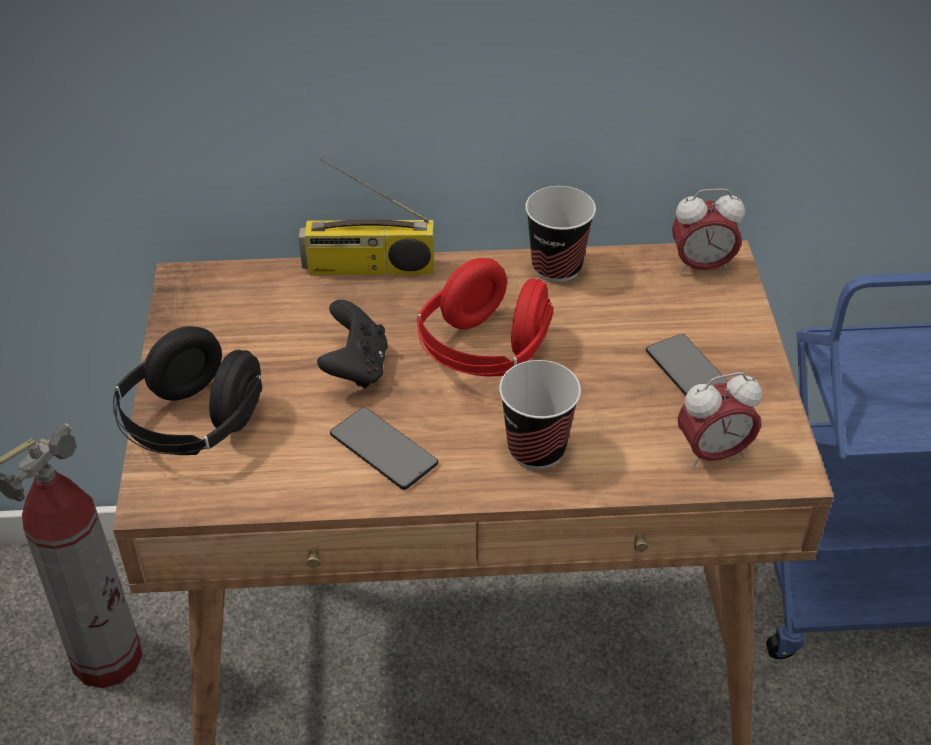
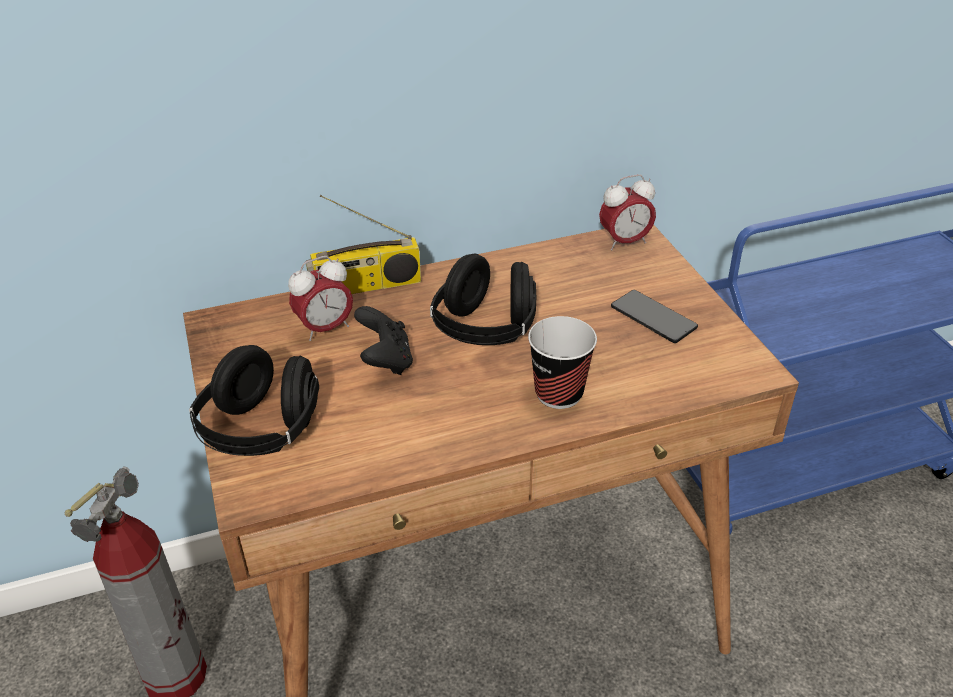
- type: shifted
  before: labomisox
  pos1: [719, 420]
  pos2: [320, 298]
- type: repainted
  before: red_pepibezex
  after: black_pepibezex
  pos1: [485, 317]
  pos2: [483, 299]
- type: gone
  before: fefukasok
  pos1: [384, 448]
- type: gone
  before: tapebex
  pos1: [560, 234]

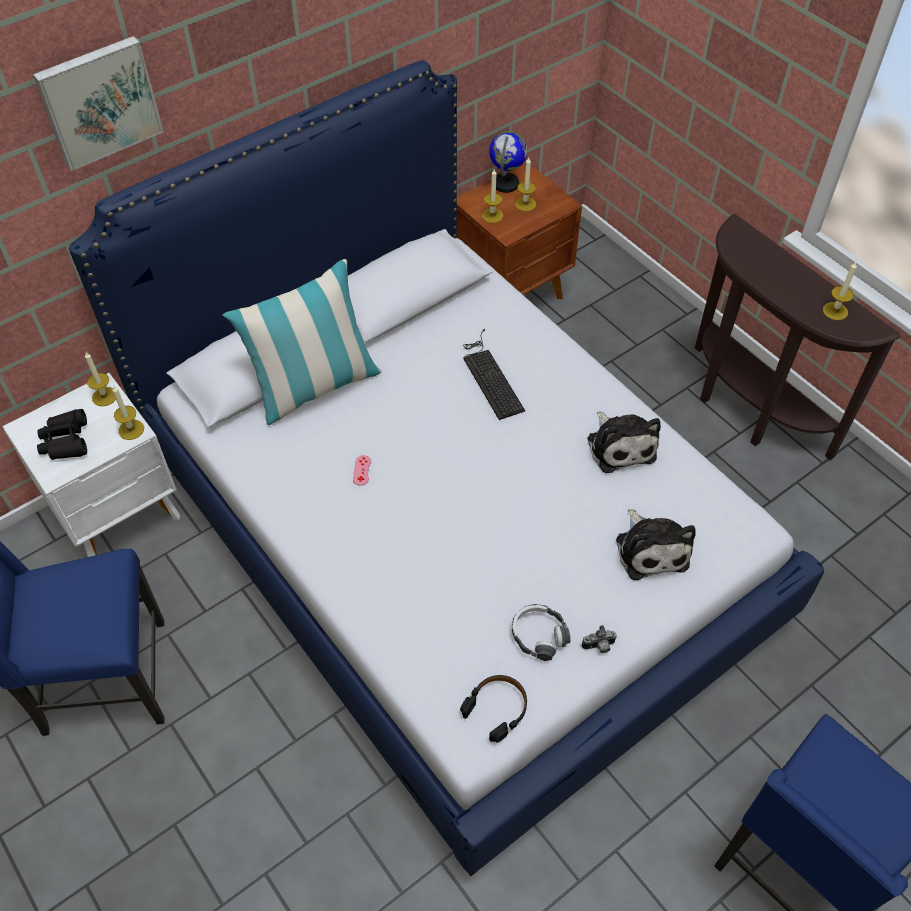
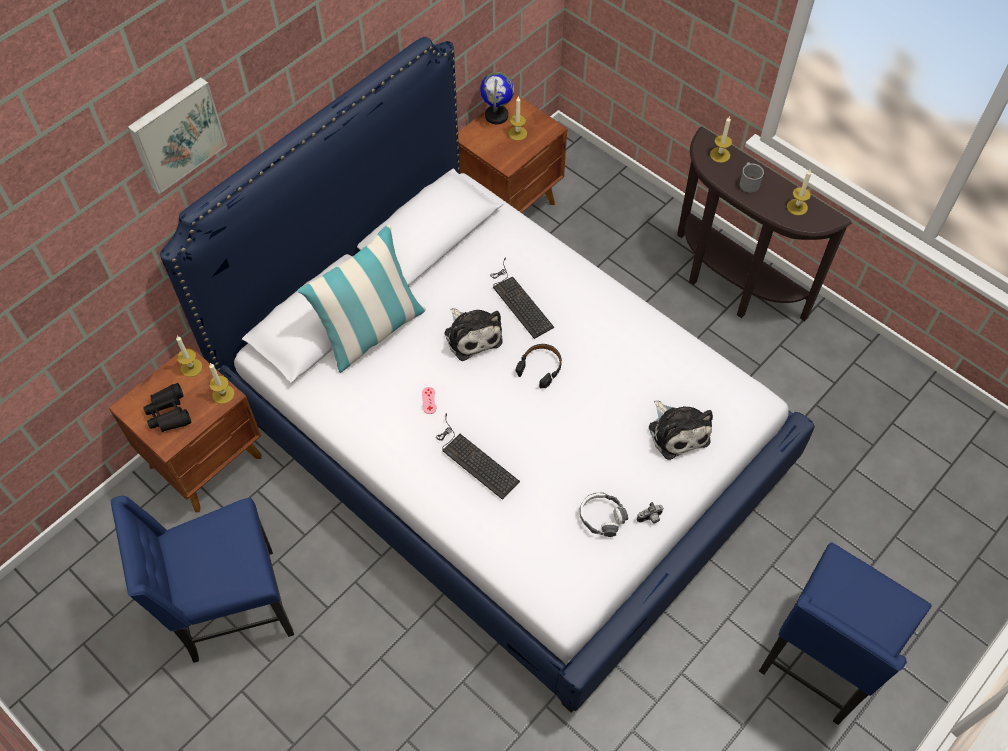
- type: repainted
  before: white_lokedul
  after: brown_lokedul
  pos1: [91, 465]
  pos2: [185, 428]
- type: new
  after: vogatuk
  pos2: [478, 456]
- type: shifted
  before: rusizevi
  pos1: [624, 442]
  pos2: [473, 334]
- type: shifted
  before: black_pepibezex
  pos1: [493, 709]
  pos2: [539, 366]
- type: shifted
  before: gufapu
  pos1: [492, 196]
  pos2: [721, 140]
- type: new
  after: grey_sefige
  pos2: [752, 177]

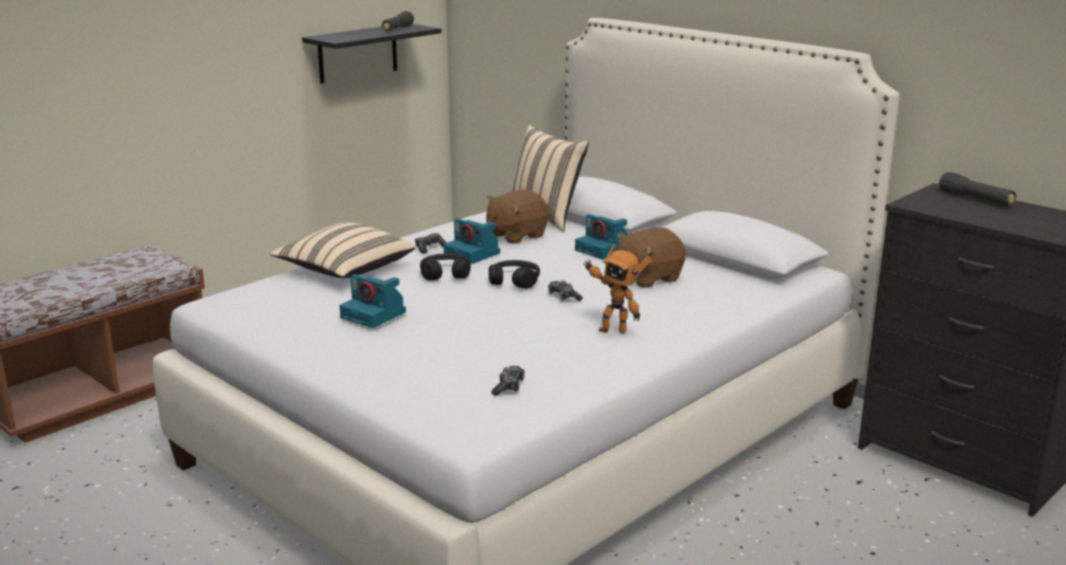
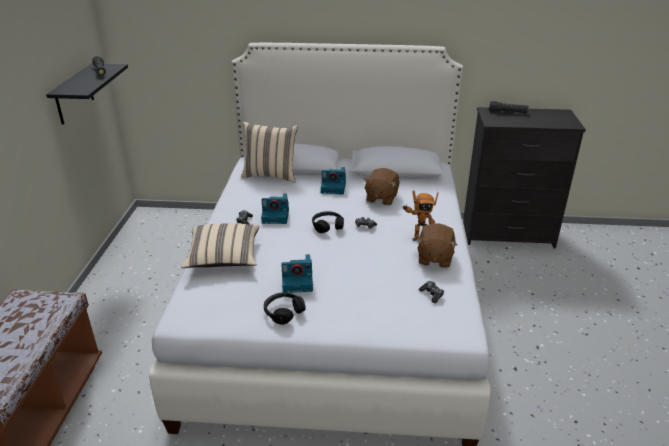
- type: shifted
  before: black_pepibezex
  pos1: [445, 267]
  pos2: [285, 308]
- type: shifted
  before: brown_rusizevi
  pos1: [517, 216]
  pos2: [436, 245]

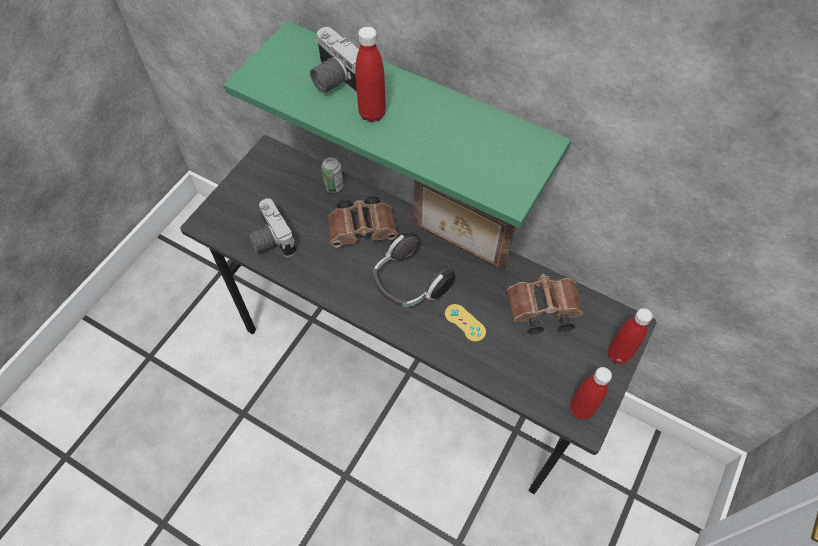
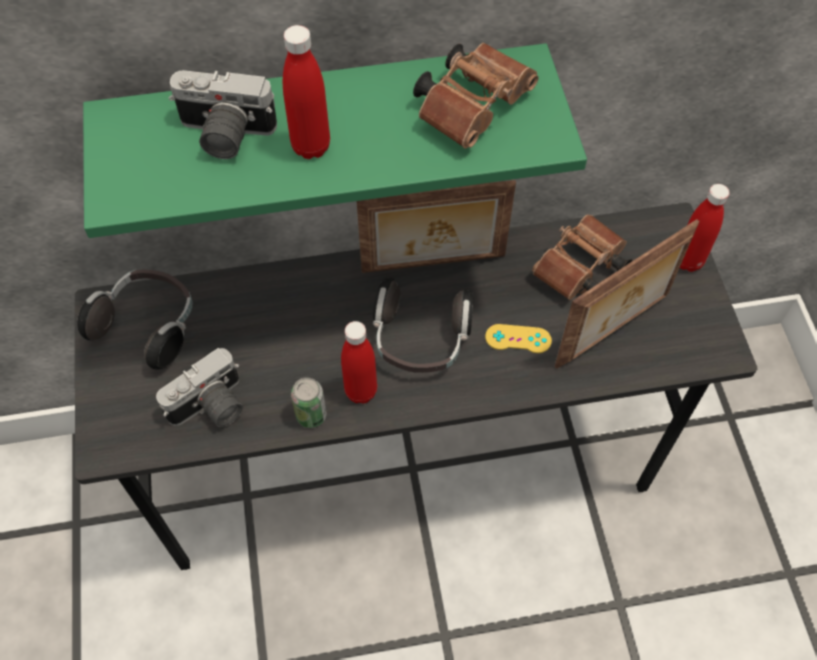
- type: new
  after: pepibezex
  pos2: [135, 320]
- type: rotated
  before: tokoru
  pos1: [272, 227]
  pos2: [199, 387]
  turn: -60
- type: shifted
  before: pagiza
  pos1: [332, 175]
  pos2: [309, 402]
- type: shifted
  before: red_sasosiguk
  pos1: [591, 393]
  pos2: [359, 362]
- type: shifted
  before: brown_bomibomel
  pos1: [363, 222]
  pos2: [475, 96]
- type: new
  after: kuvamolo
  pos2: [627, 294]

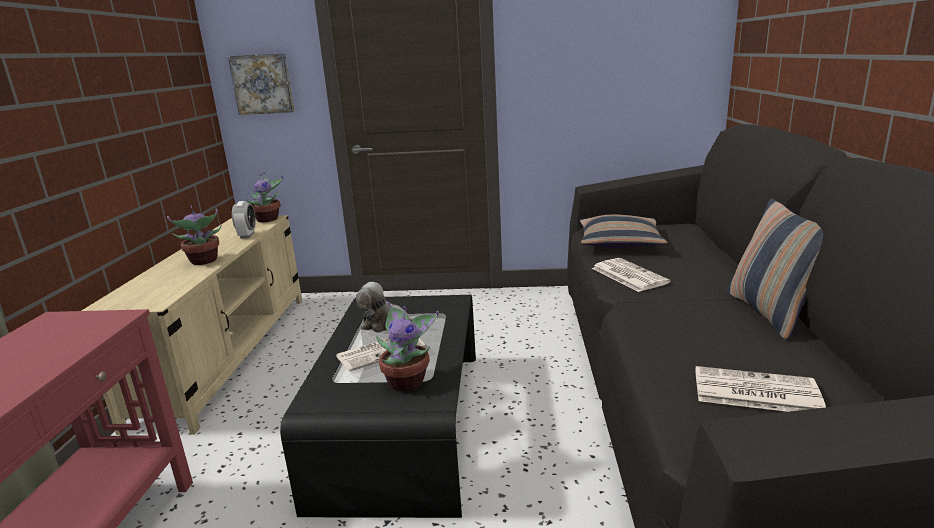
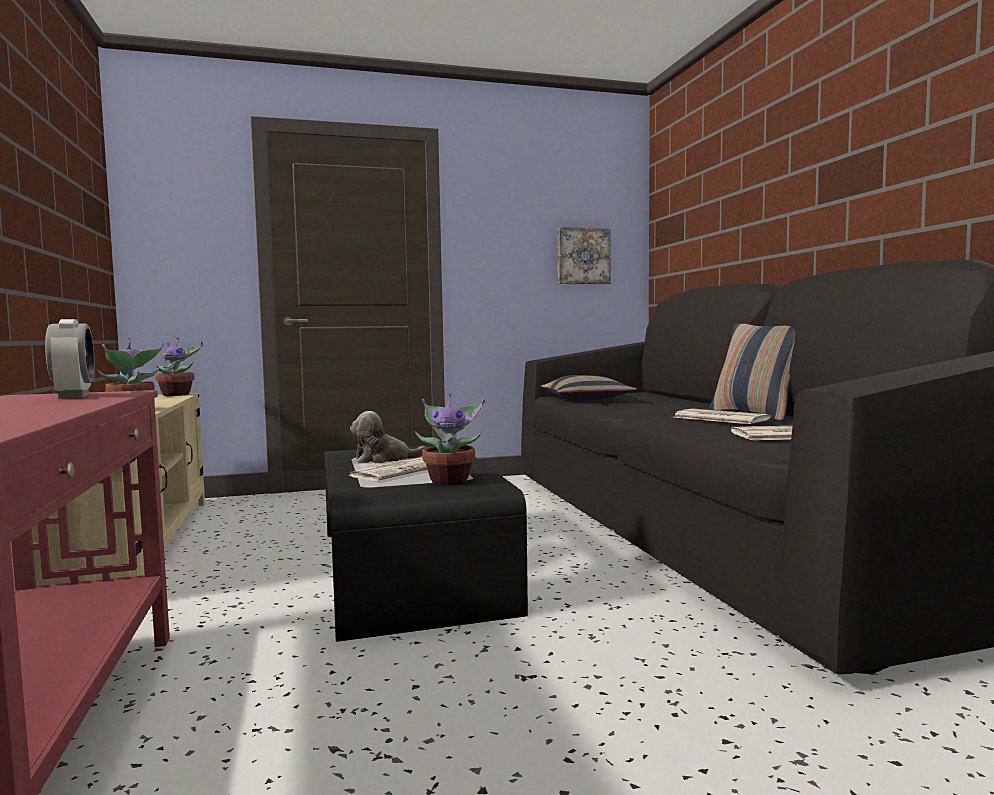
- type: shifted
  before: labomisox
  pos1: [244, 220]
  pos2: [69, 358]
- type: shifted
  before: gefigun
  pos1: [261, 84]
  pos2: [584, 255]
- type: shifted
  before: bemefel
  pos1: [631, 275]
  pos2: [721, 416]

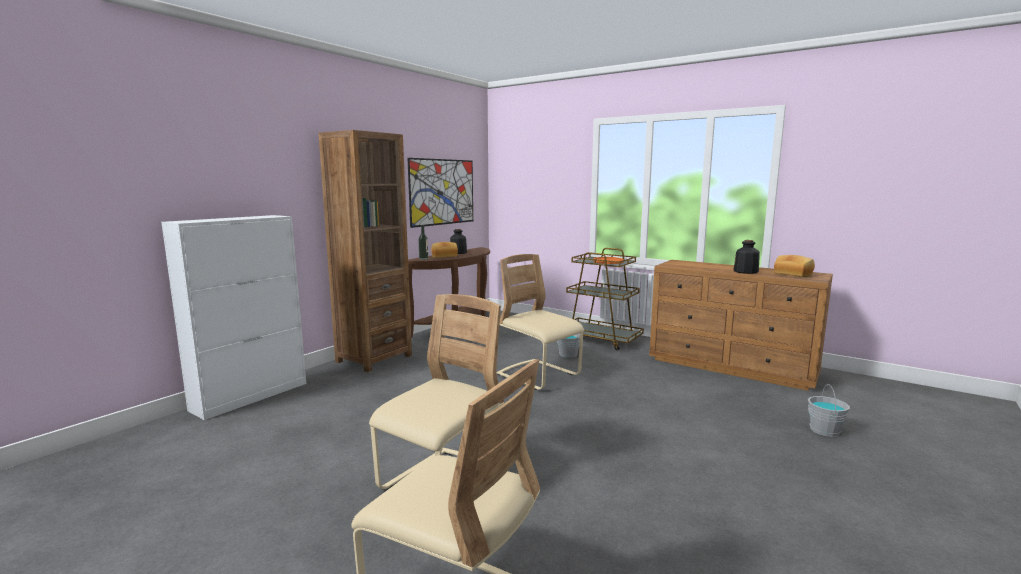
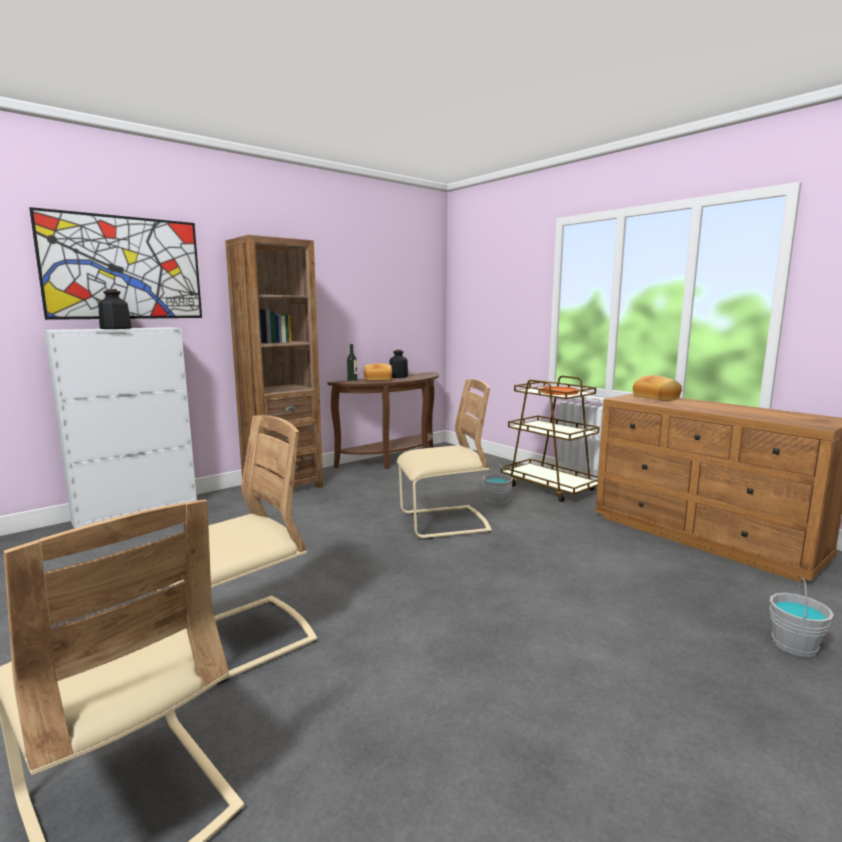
- type: shifted
  before: gefigun
  pos1: [440, 193]
  pos2: [115, 263]
- type: shifted
  before: sasosiguk
  pos1: [746, 257]
  pos2: [115, 309]
- type: rotated
  before: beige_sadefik
  pos1: [540, 322]
  pos2: [444, 459]
  turn: 105
- type: shifted
  before: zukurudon
  pos1: [794, 266]
  pos2: [657, 388]

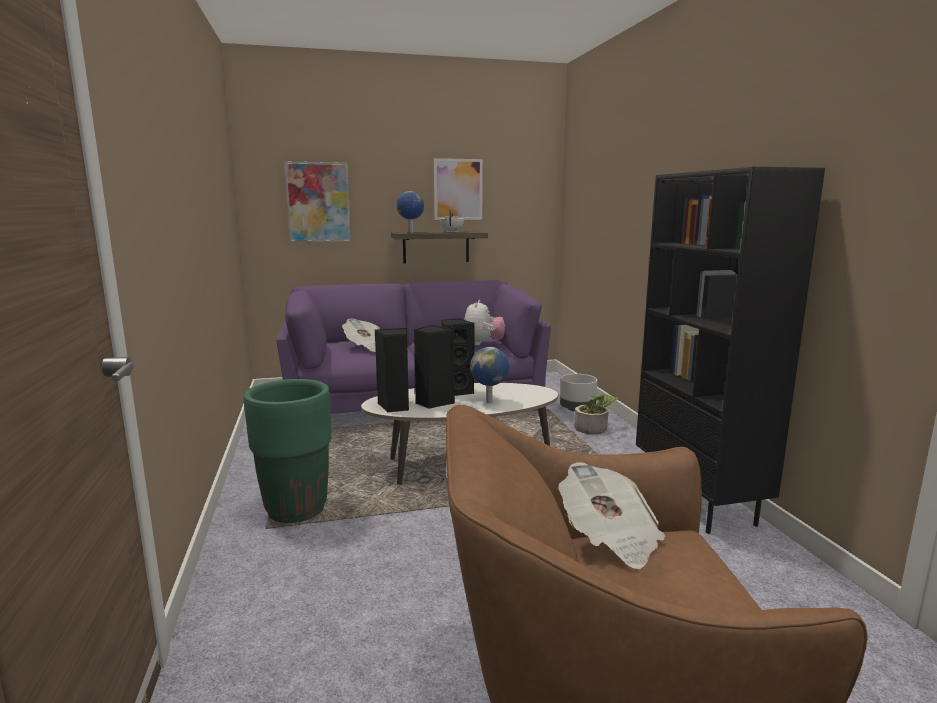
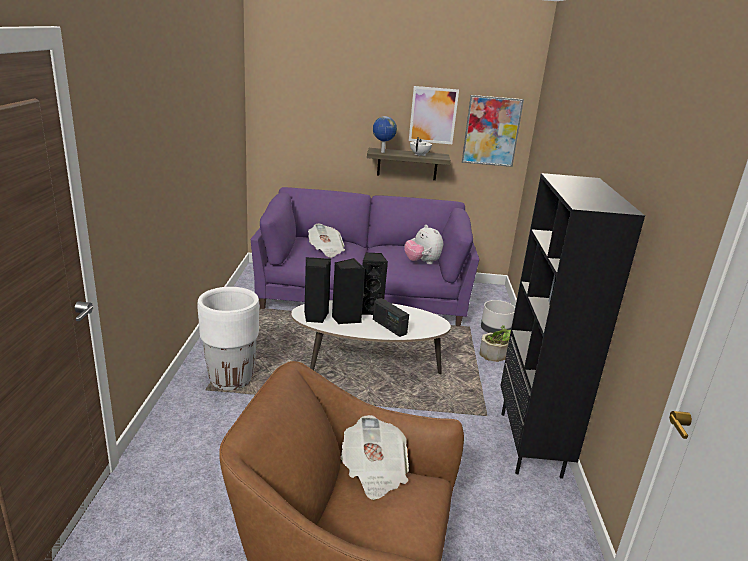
- type: repainted
  before: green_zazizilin
  after: white_zazizilin
  pos1: [288, 451]
  pos2: [228, 338]
- type: swapped
  before: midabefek
  after: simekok
  pos1: [489, 375]
  pos2: [391, 317]
- type: rotated
  before: rusizevi
  pos1: [484, 323]
  pos2: [423, 244]
  turn: 120
- type: shifted
  before: gefigun
  pos1: [317, 202]
  pos2: [493, 131]

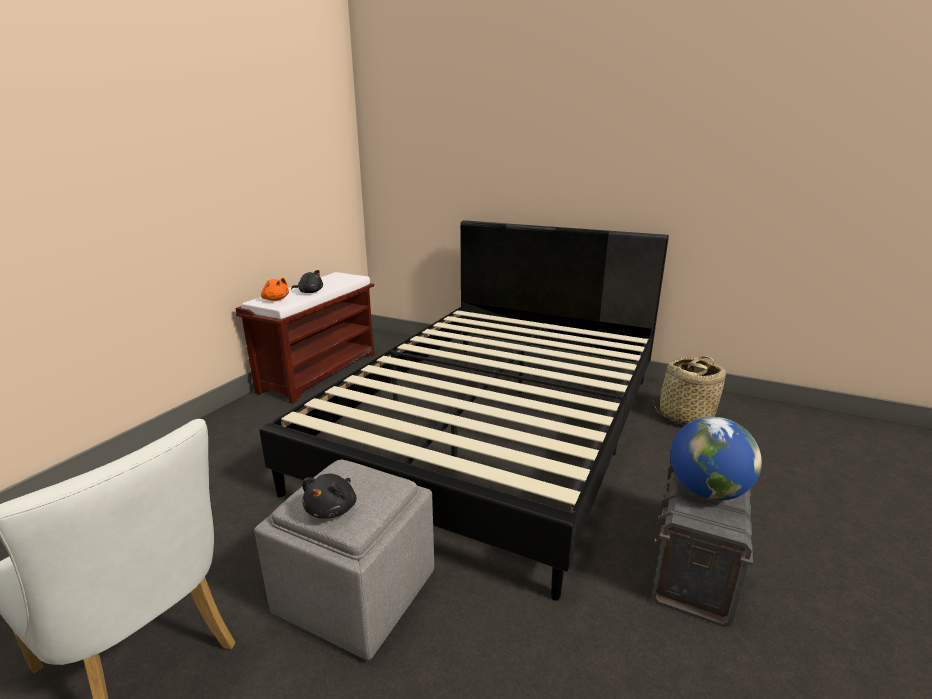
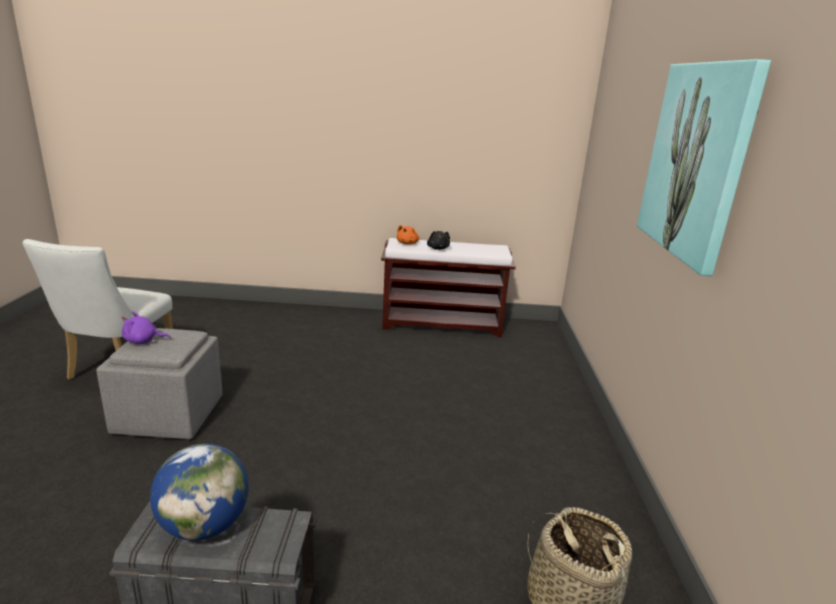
- type: repainted
  before: black_rusizevi
  after: purple_rusizevi
  pos1: [329, 496]
  pos2: [146, 327]
- type: new
  after: gefigun
  pos2: [704, 167]
- type: gone
  before: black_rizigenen
  pos1: [464, 410]

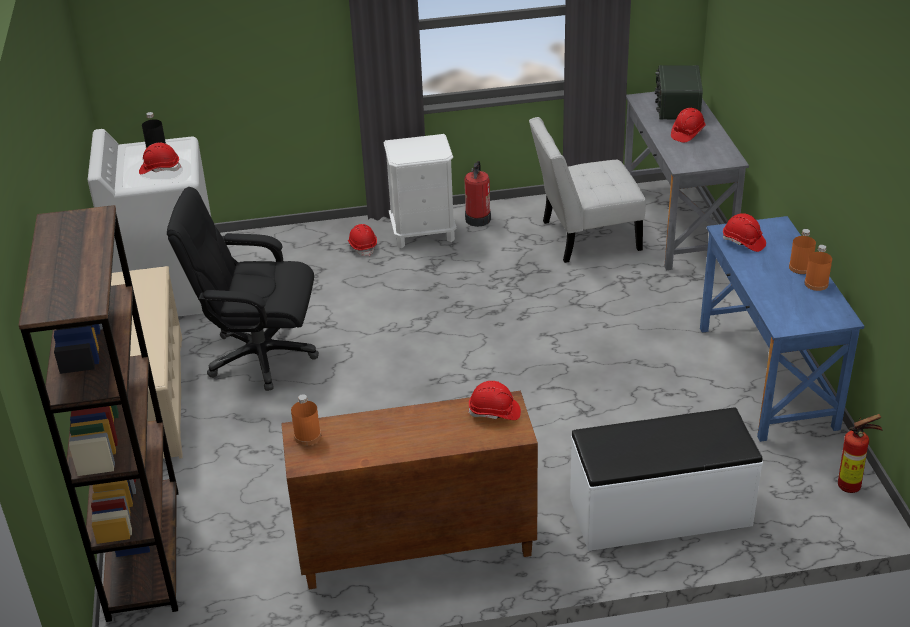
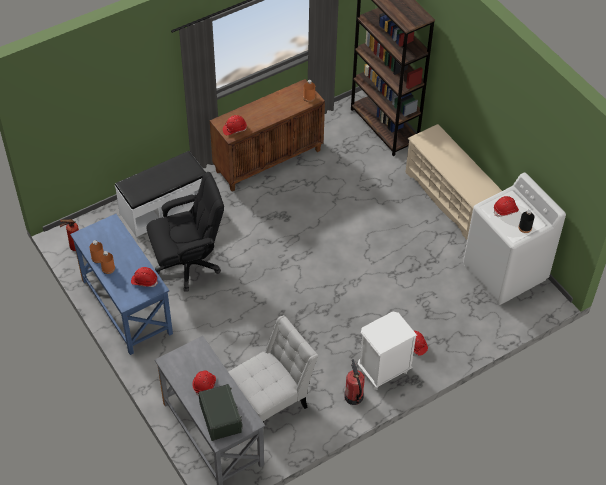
- type: shifted
  before: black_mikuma
  pos1: [243, 289]
  pos2: [185, 232]

